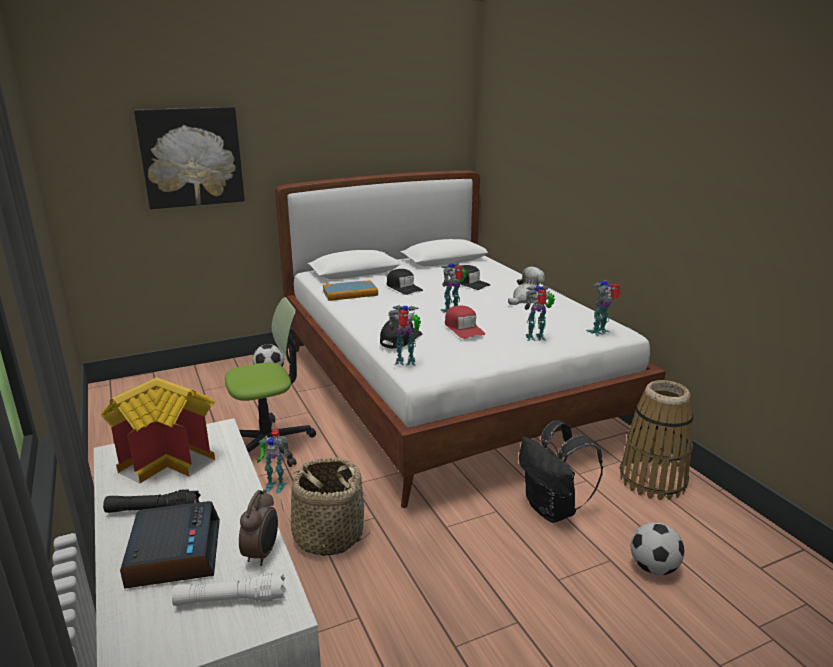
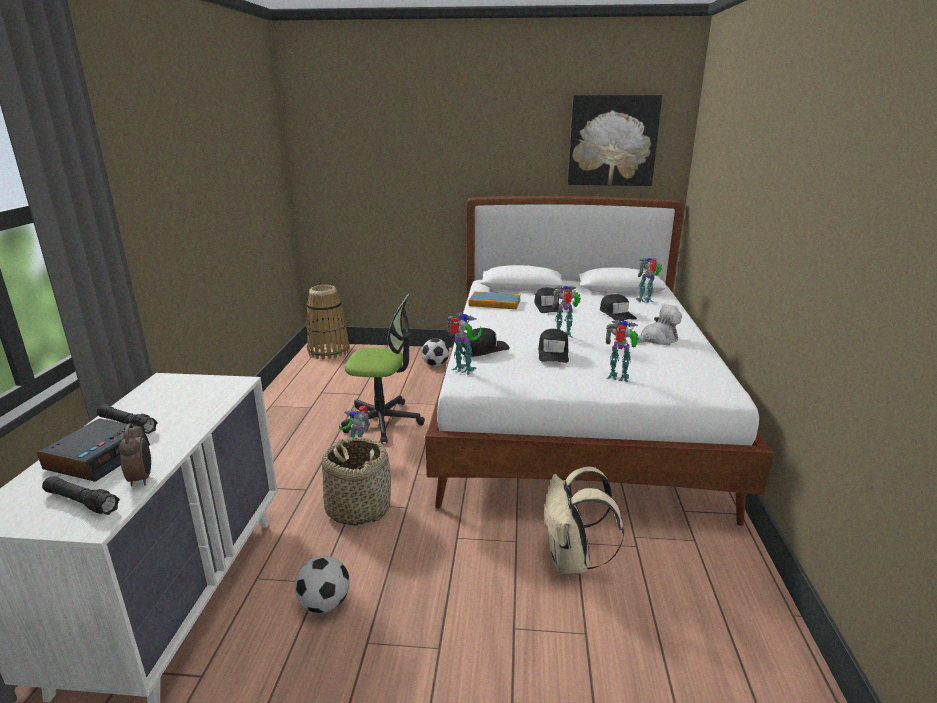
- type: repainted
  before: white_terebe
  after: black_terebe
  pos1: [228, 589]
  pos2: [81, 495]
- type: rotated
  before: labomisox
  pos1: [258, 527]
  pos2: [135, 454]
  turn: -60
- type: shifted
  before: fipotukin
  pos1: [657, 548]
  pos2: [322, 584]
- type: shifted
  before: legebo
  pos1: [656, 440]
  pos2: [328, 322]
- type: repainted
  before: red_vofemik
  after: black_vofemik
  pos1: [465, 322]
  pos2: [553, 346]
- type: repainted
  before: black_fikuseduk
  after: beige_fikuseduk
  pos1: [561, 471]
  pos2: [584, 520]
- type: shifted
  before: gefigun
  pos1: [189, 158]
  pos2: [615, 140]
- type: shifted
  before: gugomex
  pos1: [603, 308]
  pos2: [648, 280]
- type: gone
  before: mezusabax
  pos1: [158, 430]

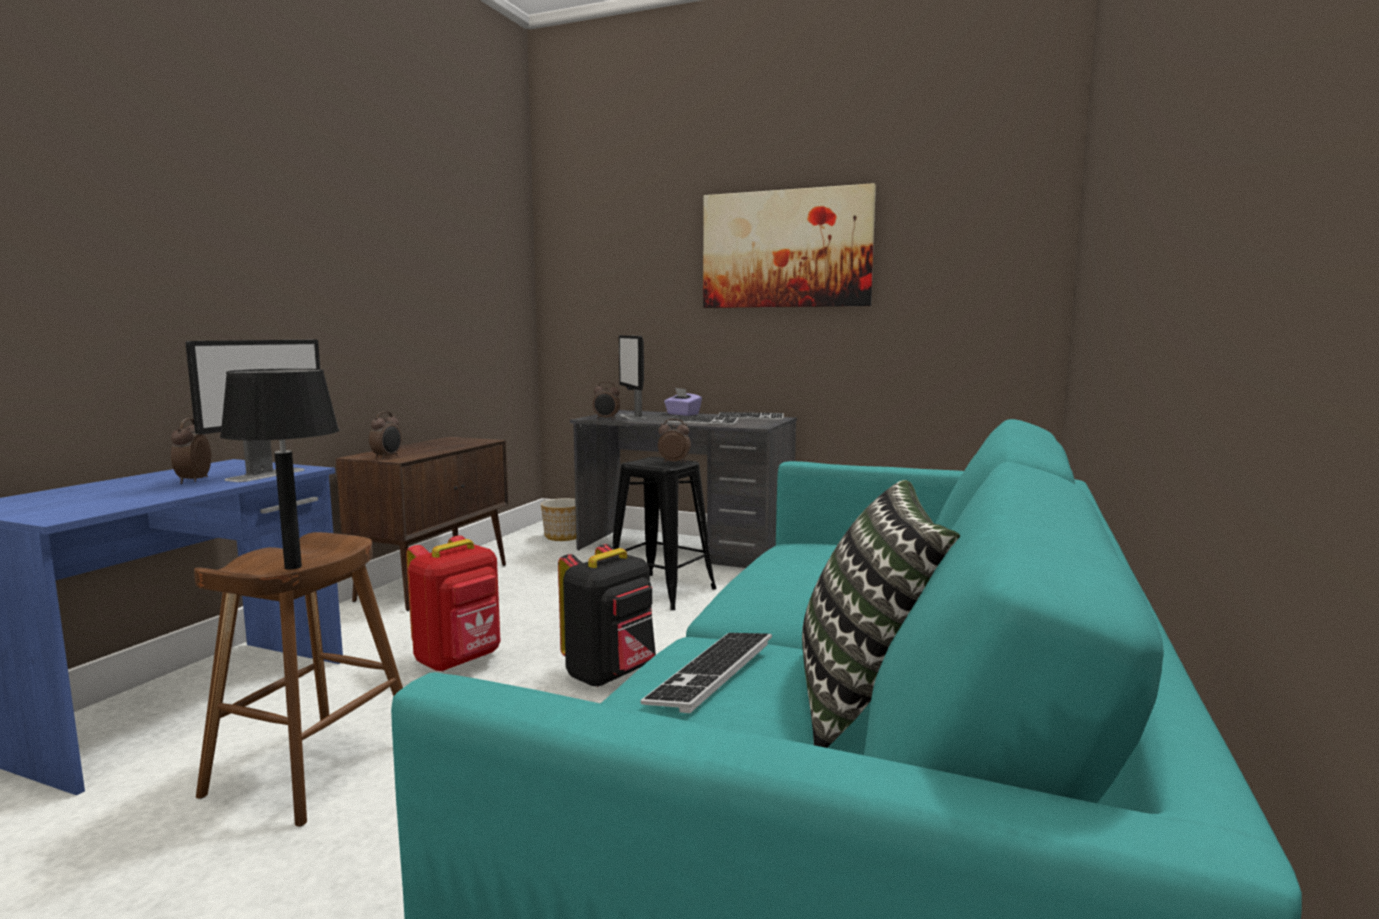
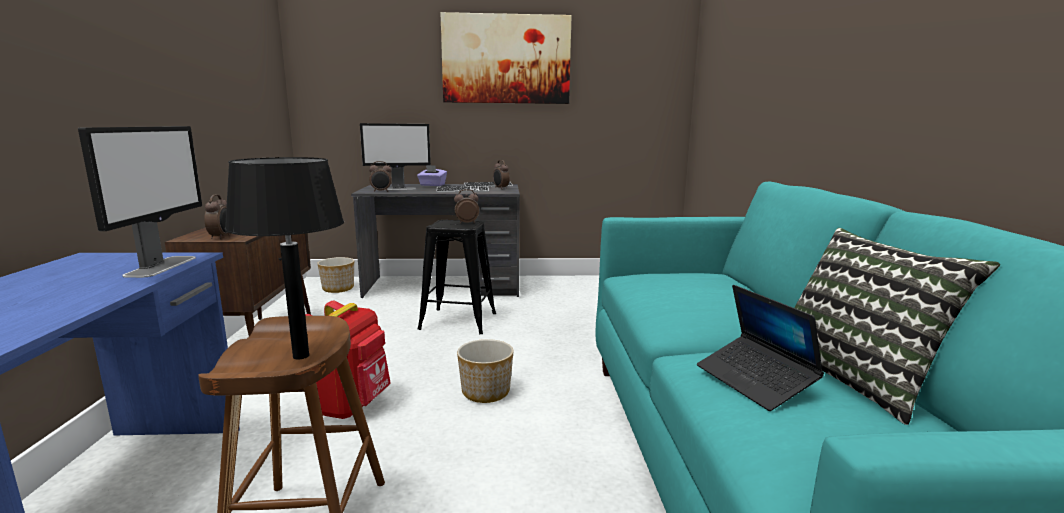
- type: rotated
  before: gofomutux
  pos1: [632, 377]
  pos2: [395, 156]
  turn: -60
- type: swapped
  before: black_fikuseduk
  after: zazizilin
  pos1: [607, 615]
  pos2: [485, 371]
- type: shifted
  before: labomisox
  pos1: [191, 451]
  pos2: [501, 174]
- type: swapped
  before: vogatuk
  after: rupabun
  pos1: [706, 673]
  pos2: [760, 348]

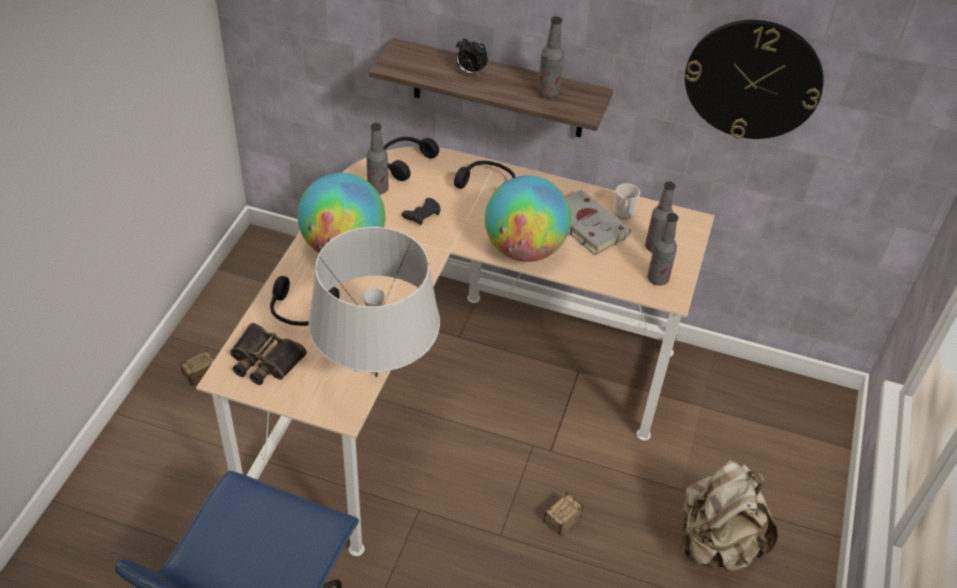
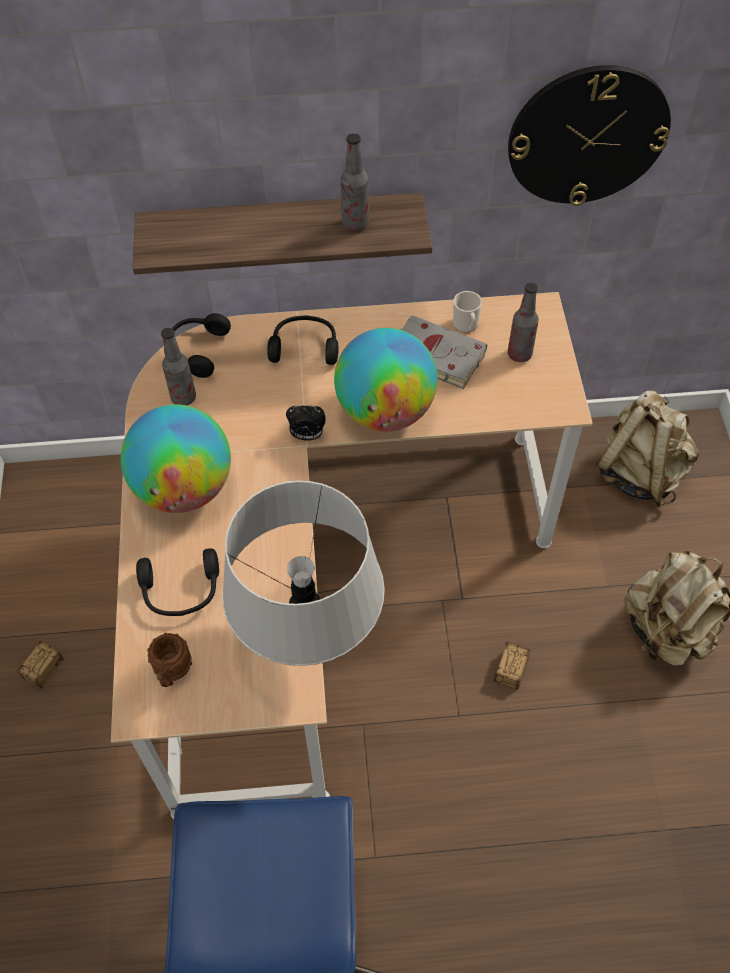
- type: swapped
  before: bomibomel
  after: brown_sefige
  pos1: [268, 354]
  pos2: [169, 660]
- type: shifted
  before: labomisox
  pos1: [472, 56]
  pos2: [306, 423]
- type: new
  after: beige_fikuseduk
  pos2: [647, 448]
- type: gone
  before: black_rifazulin
  pos1: [421, 211]
- type: gone
  before: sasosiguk
  pos1: [663, 249]

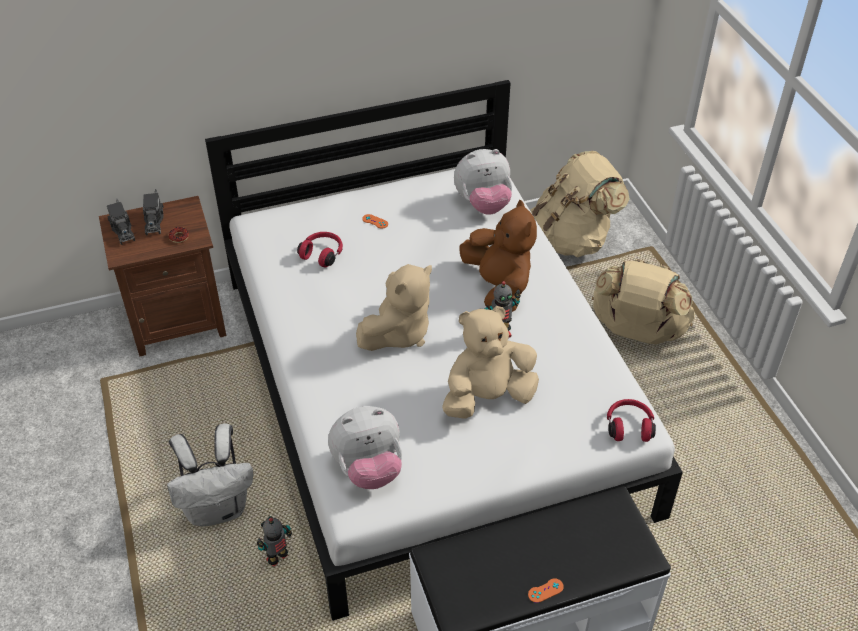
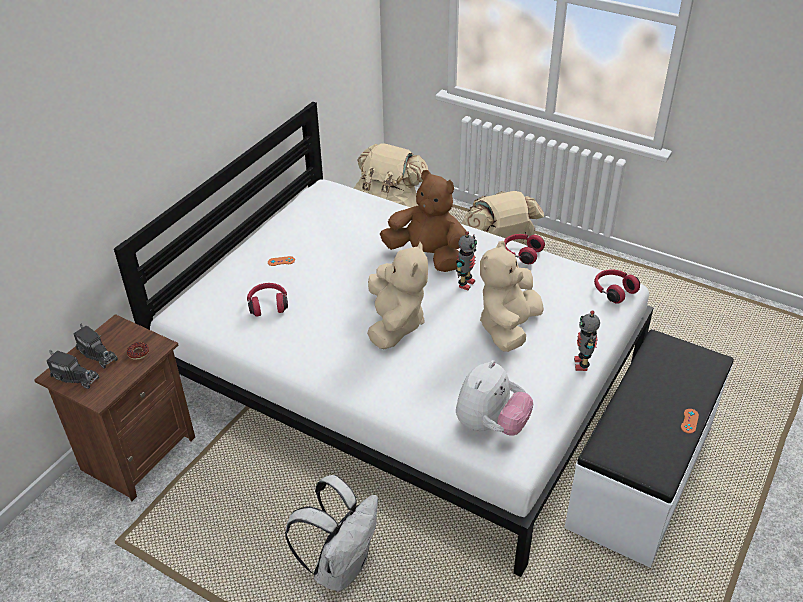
- type: new
  after: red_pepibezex
  pos2: [524, 249]
- type: shifted
  before: gugomex
  pos1: [274, 541]
  pos2: [587, 340]
- type: gone
  before: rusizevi
  pos1: [483, 182]

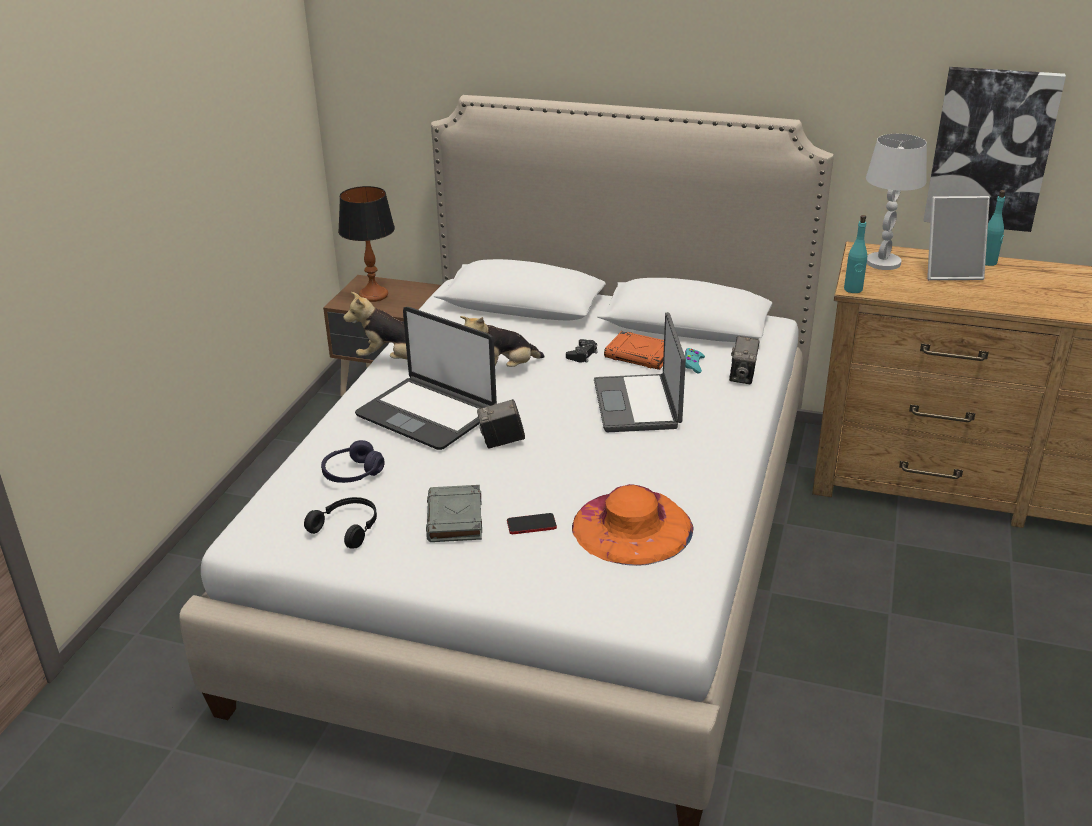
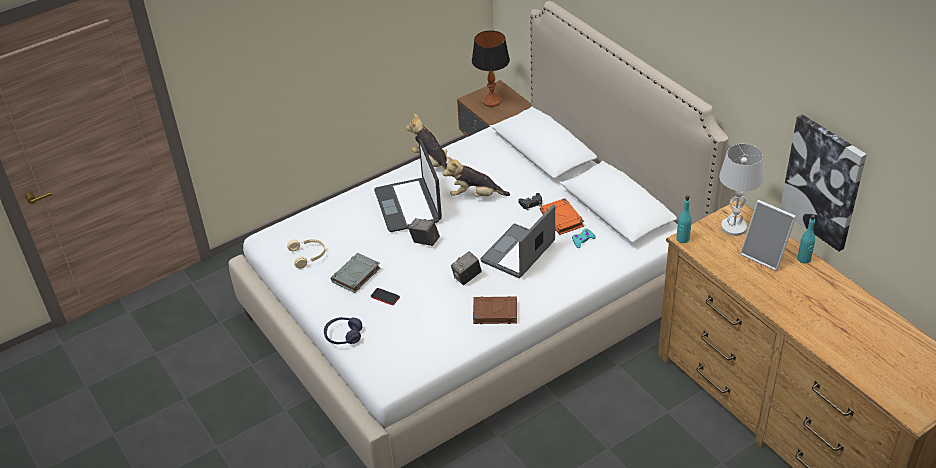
- type: repainted
  before: black_pepibezex
  after: beige_pepibezex
  pos1: [340, 523]
  pos2: [306, 254]
- type: shifted
  before: purple_pepibezex
  pos1: [353, 461]
  pos2: [343, 331]
- type: shifted
  before: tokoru
  pos1: [744, 360]
  pos2: [466, 268]
- type: new
  after: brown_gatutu
  pos2: [495, 310]
- type: gone
  before: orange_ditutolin
  pos1: [633, 525]

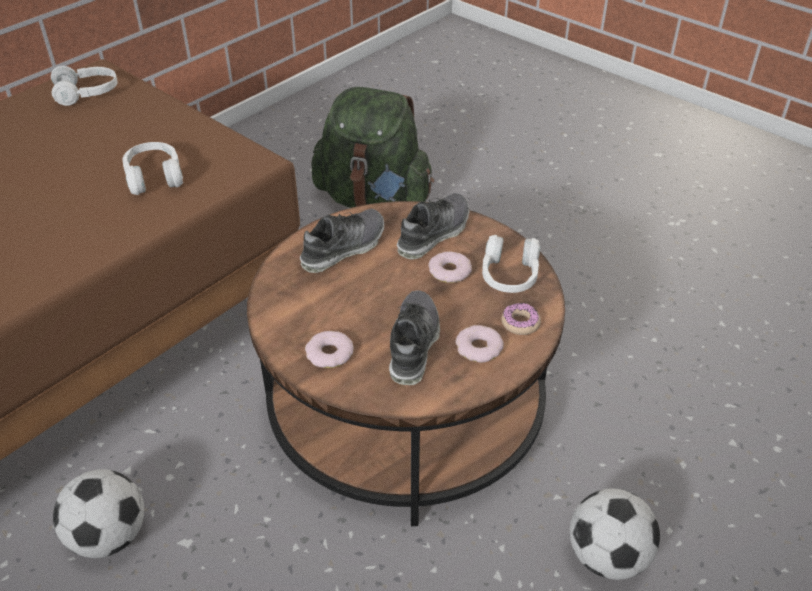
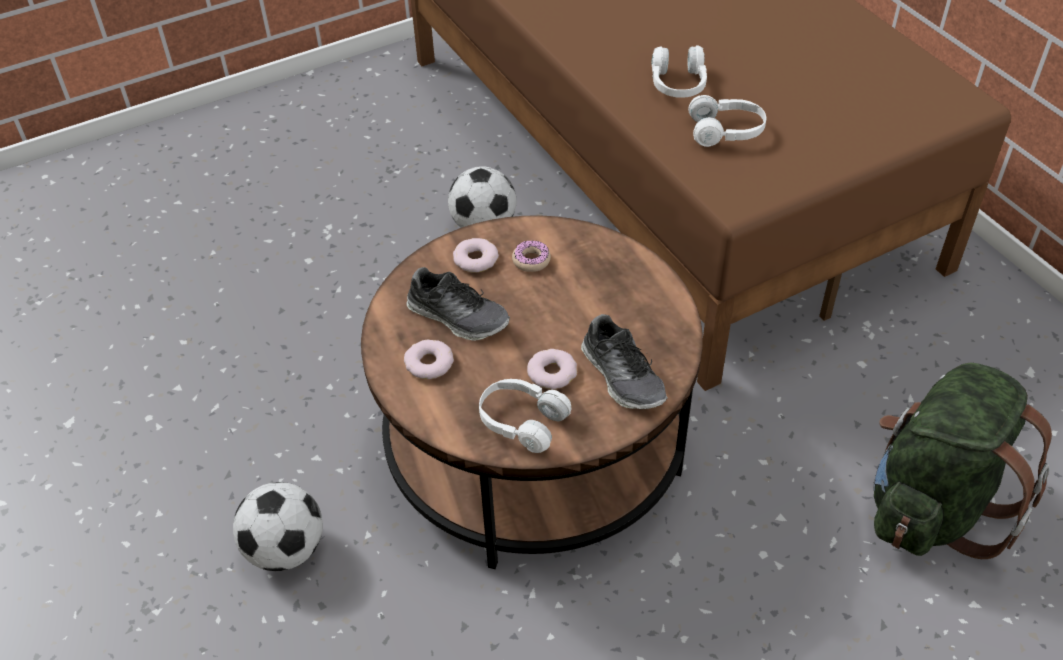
- type: shifted
  before: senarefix
  pos1: [521, 319]
  pos2: [531, 256]
- type: shifted
  before: white_pepibezex
  pos1: [84, 86]
  pos2: [679, 71]
- type: gone
  before: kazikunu
  pos1: [342, 241]

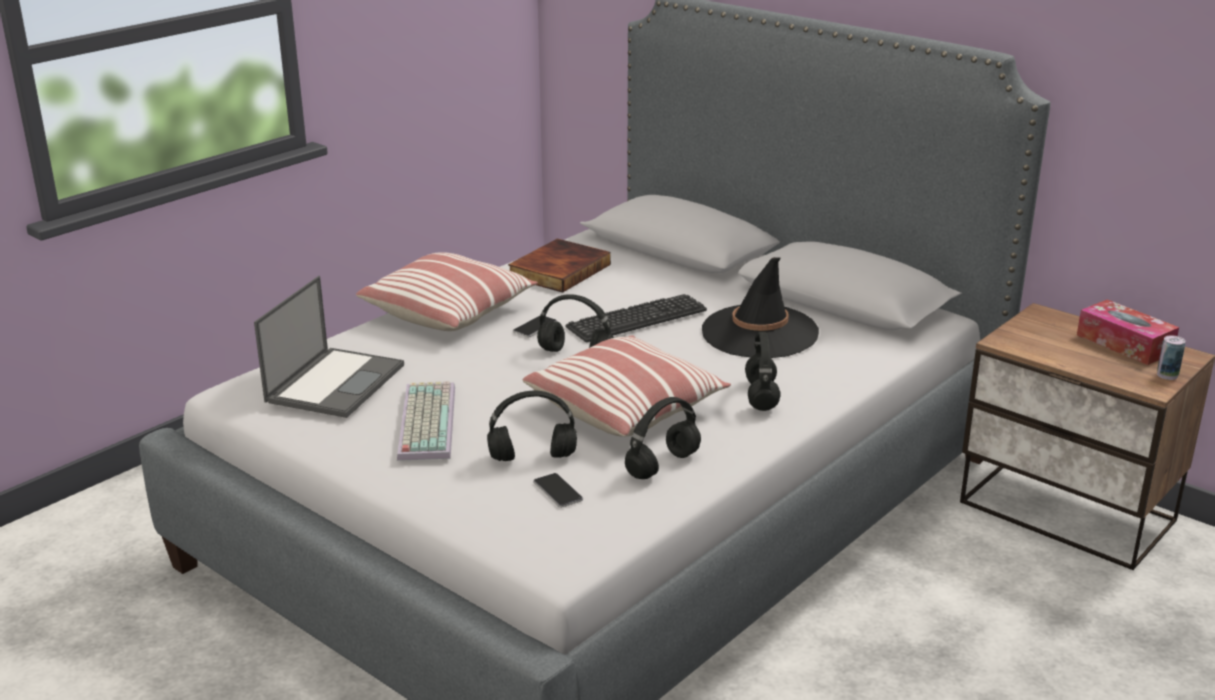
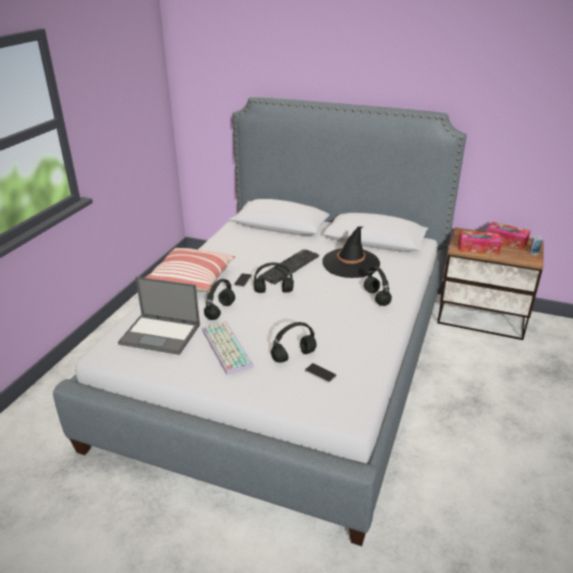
- type: rotated
  before: rupabun
  pos1: [329, 347]
  pos2: [159, 316]
  turn: 105
- type: shifted
  before: black_pepibezex
  pos1: [663, 438]
  pos2: [219, 299]
- type: new
  after: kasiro
  pos2: [480, 242]
- type: gone
  before: gatutu
  pos1: [559, 265]
- type: gone
  before: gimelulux
  pos1: [627, 386]

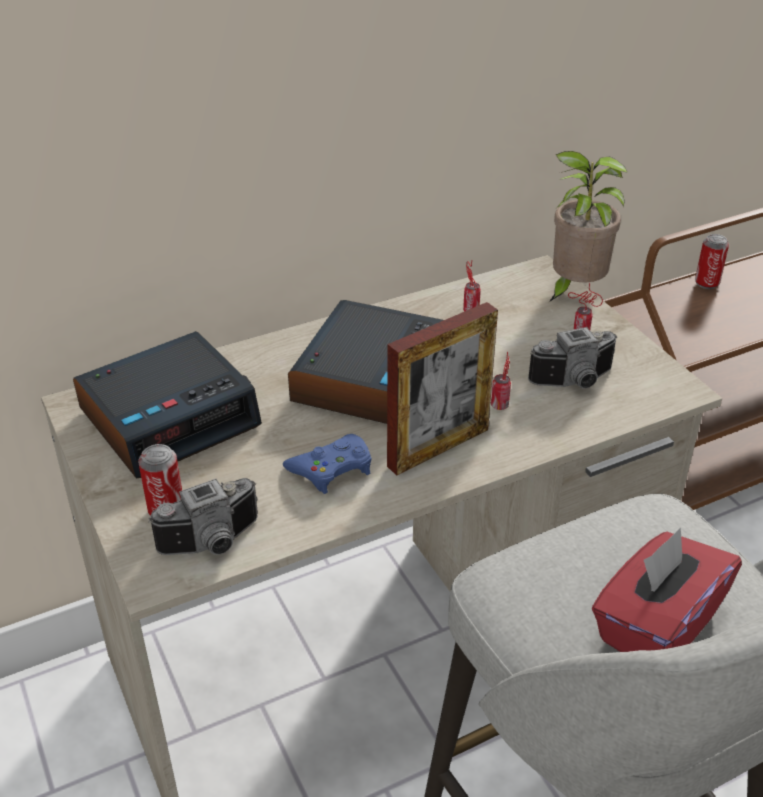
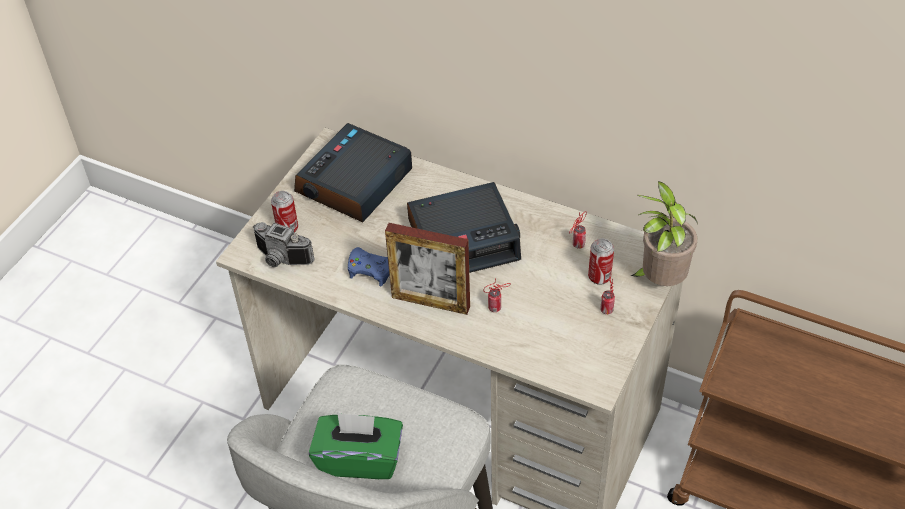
- type: rotated
  before: labomisox
  pos1: [167, 404]
  pos2: [353, 172]
  turn: 105
- type: repainted
  before: red_kasiro
  after: green_kasiro
  pos1: [667, 590]
  pos2: [356, 445]
- type: shifted
  before: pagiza
  pos1: [712, 261]
  pos2: [601, 262]
- type: gone
  before: tokoru
  pos1: [572, 358]

